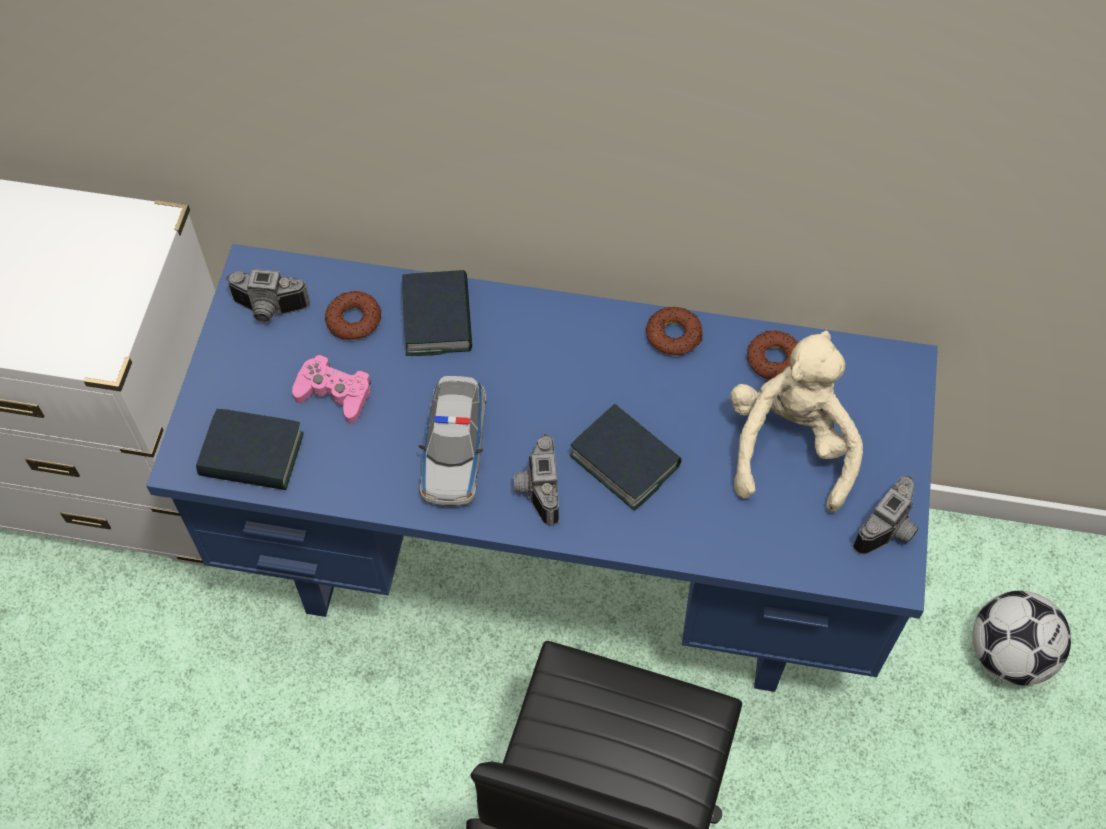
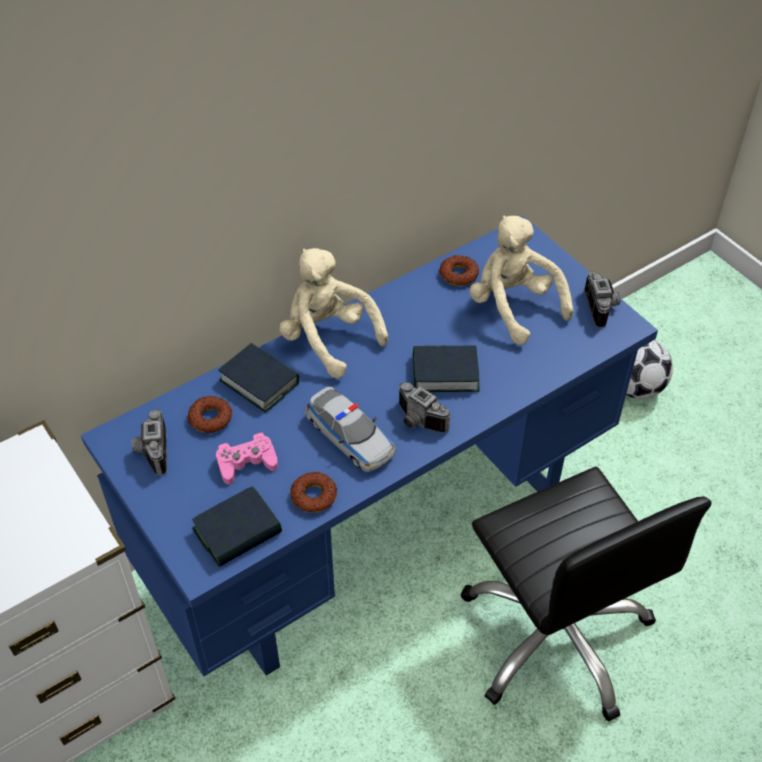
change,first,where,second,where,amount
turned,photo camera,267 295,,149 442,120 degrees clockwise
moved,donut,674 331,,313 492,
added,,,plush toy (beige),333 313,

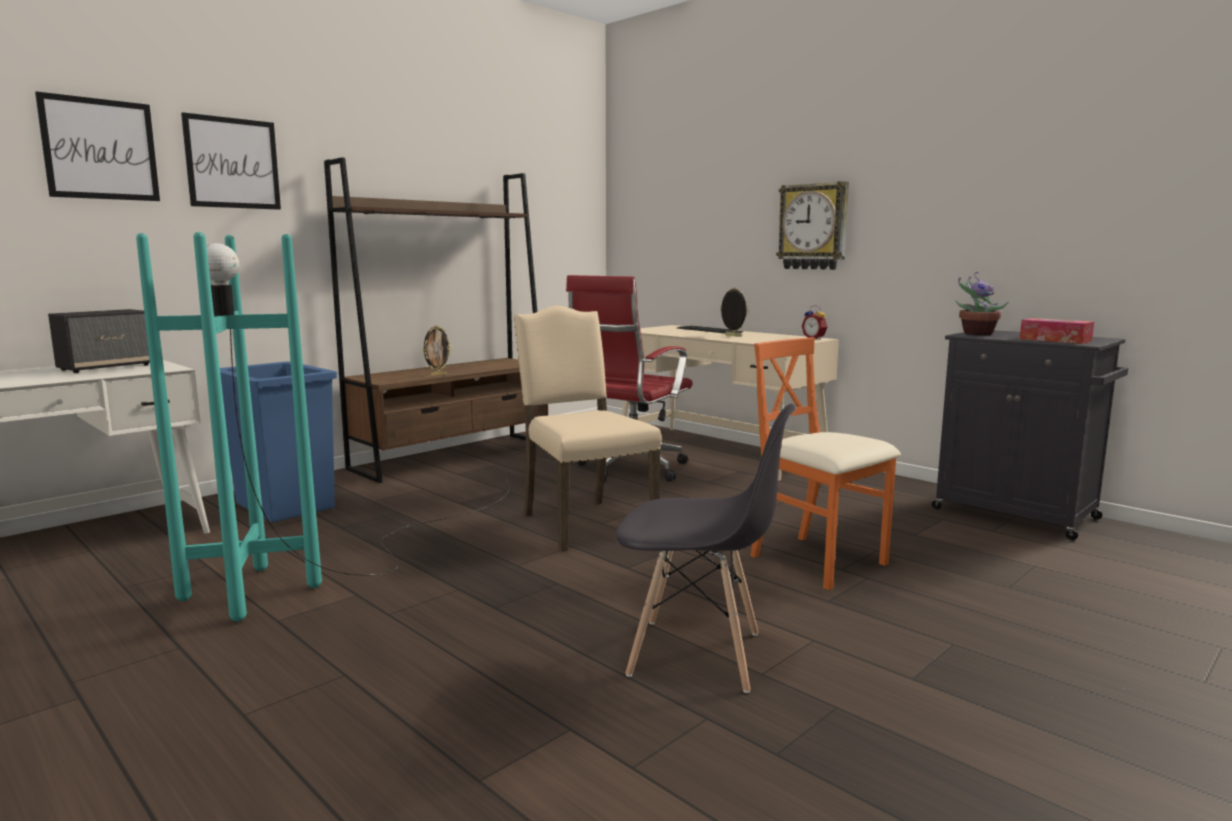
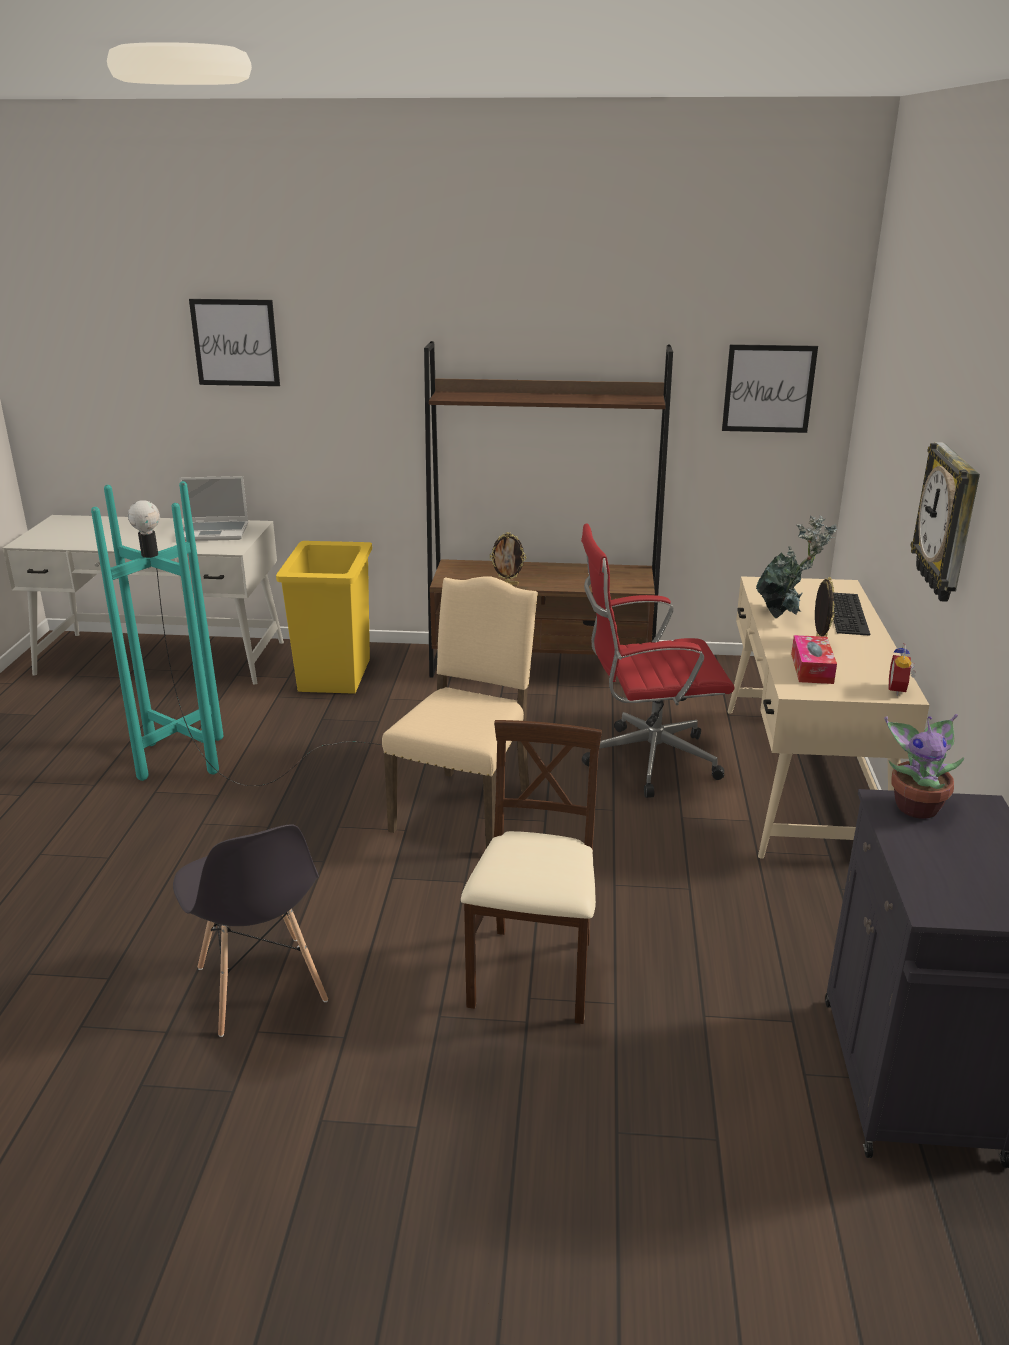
change,first,where,second,where,amount
moved,picture,231 161,,770 388,
replaced,speaker,99 341,laptop,213 508,
moved,tissue box,1057 331,,814 659,
recoloured,chair (orange),825 463,chair (beige),531 872,
recoloured,trash can (blue),278 442,trash can (yellow),324 617,
added,,,potted plant,796 566,

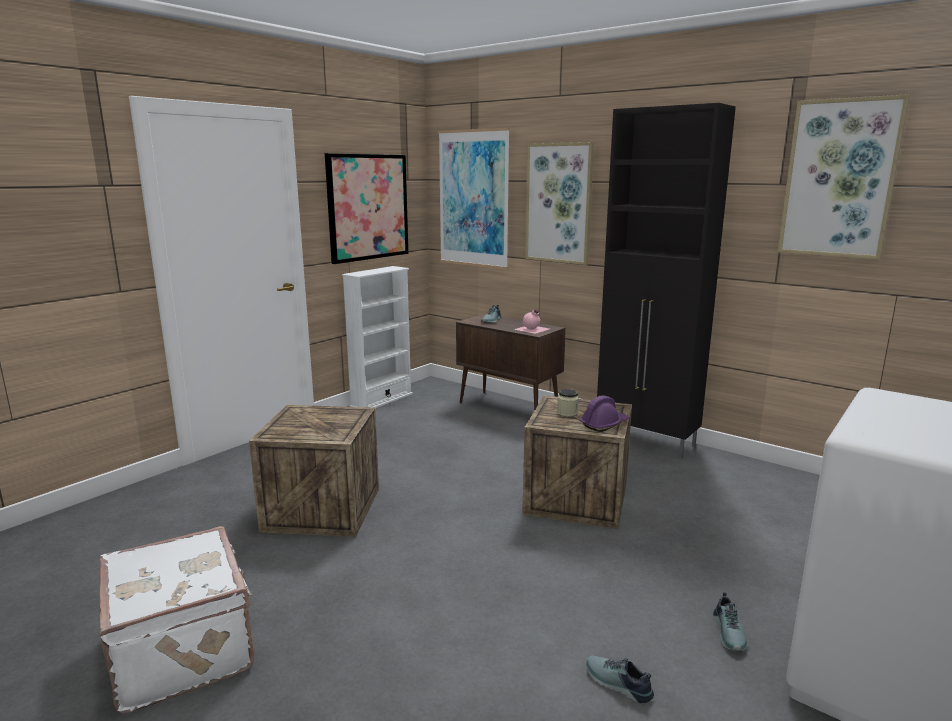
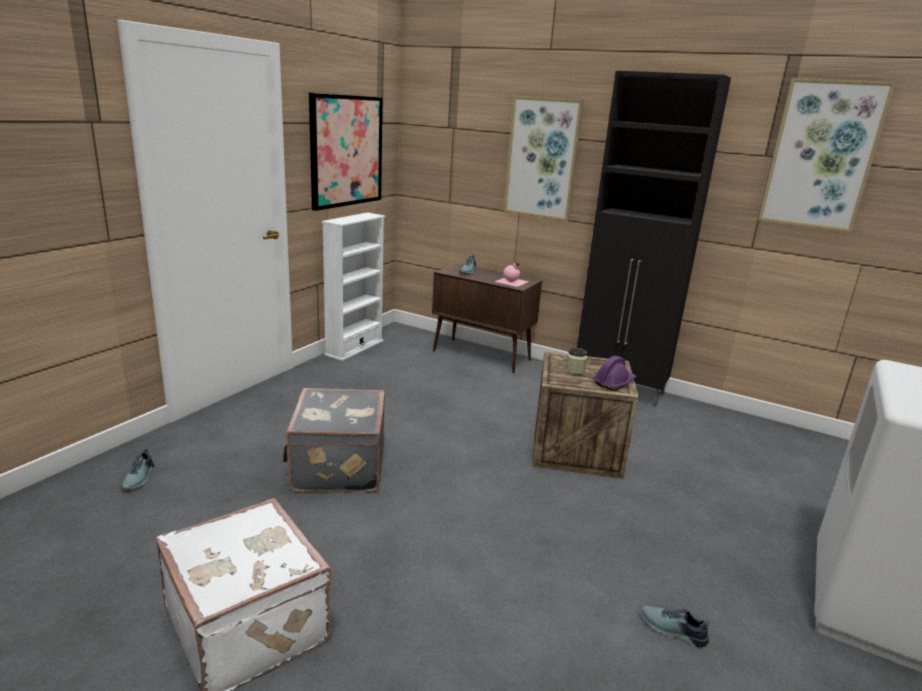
change,first,where,second,where,amount
removed,picture,474 198,,,
replaced,crate,314 471,suitcase (grey),334 440,
moved,shoe,731 621,,137 469,

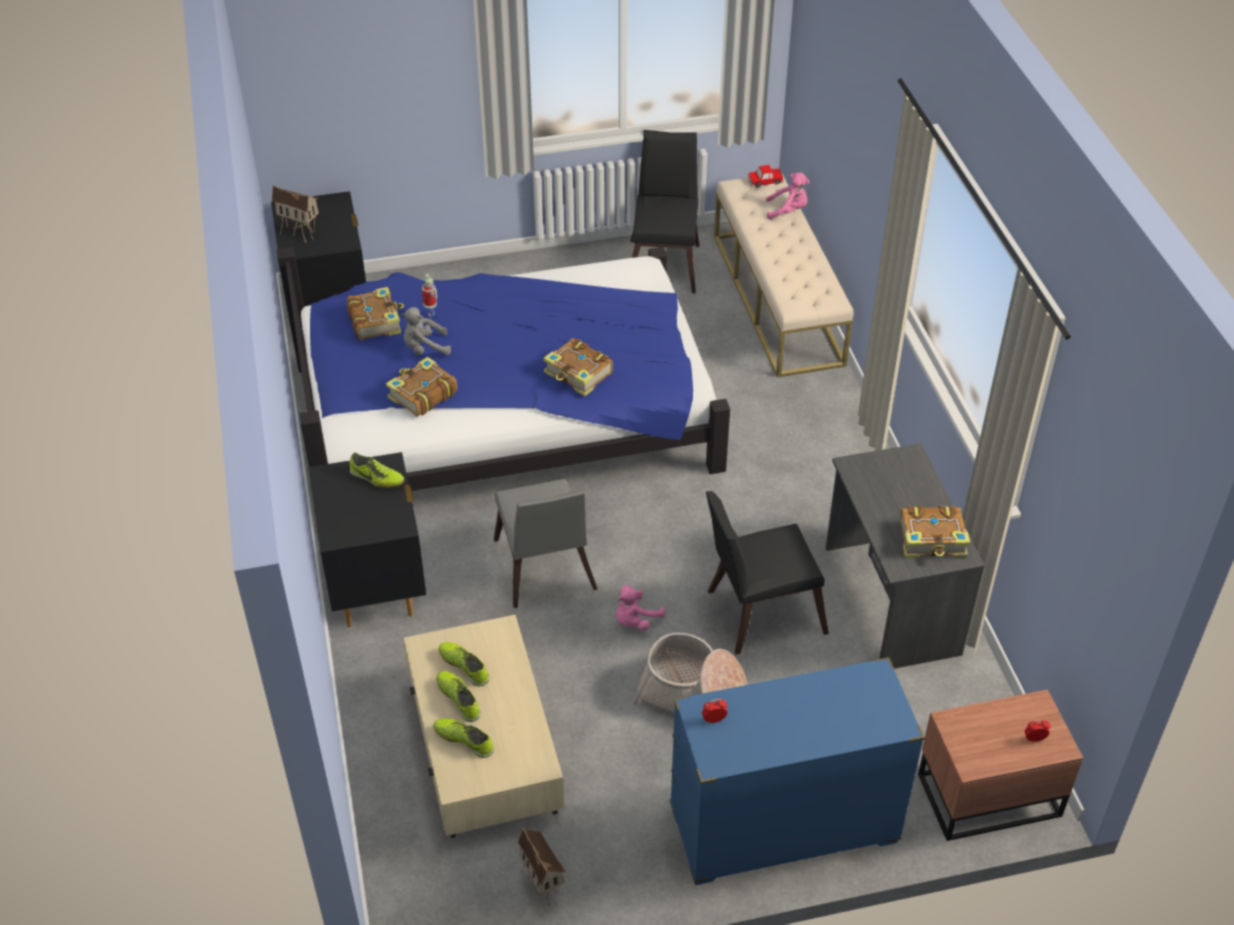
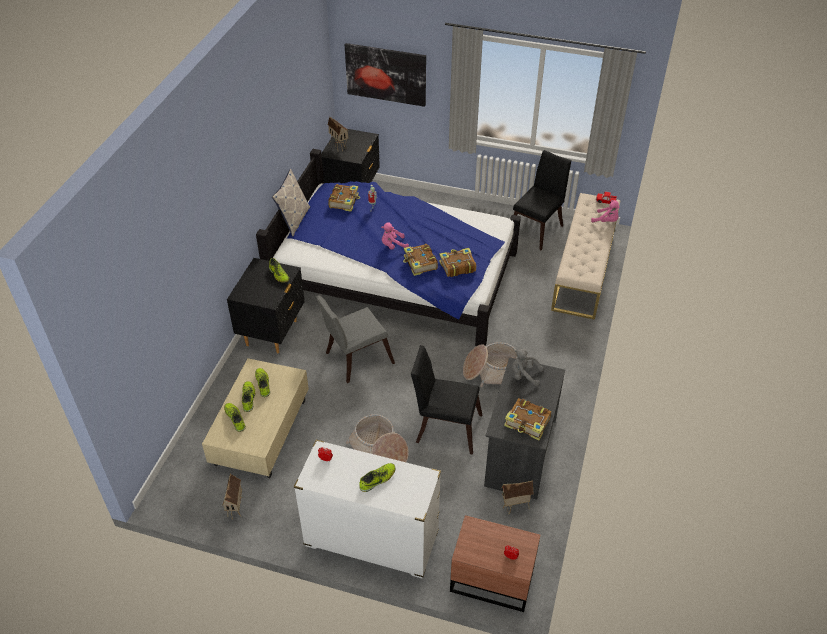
change,first,where,second,where,amount
moved,plush toy (grey),426 331,,528 367,
moved,book,421 387,,457 262,
turned,chair (grey),546 543,,355 339,45 degrees clockwise
moved,plush toy (pink),640 608,,395 236,
recoloured,dresser (blue),797 771,dresser (white),367 509,
added,,,picture,385 75,
added,,,pillow,291 203,
added,,,basket,490 364,
added,,,shoe,377 477,
added,,,toy house,517 497,

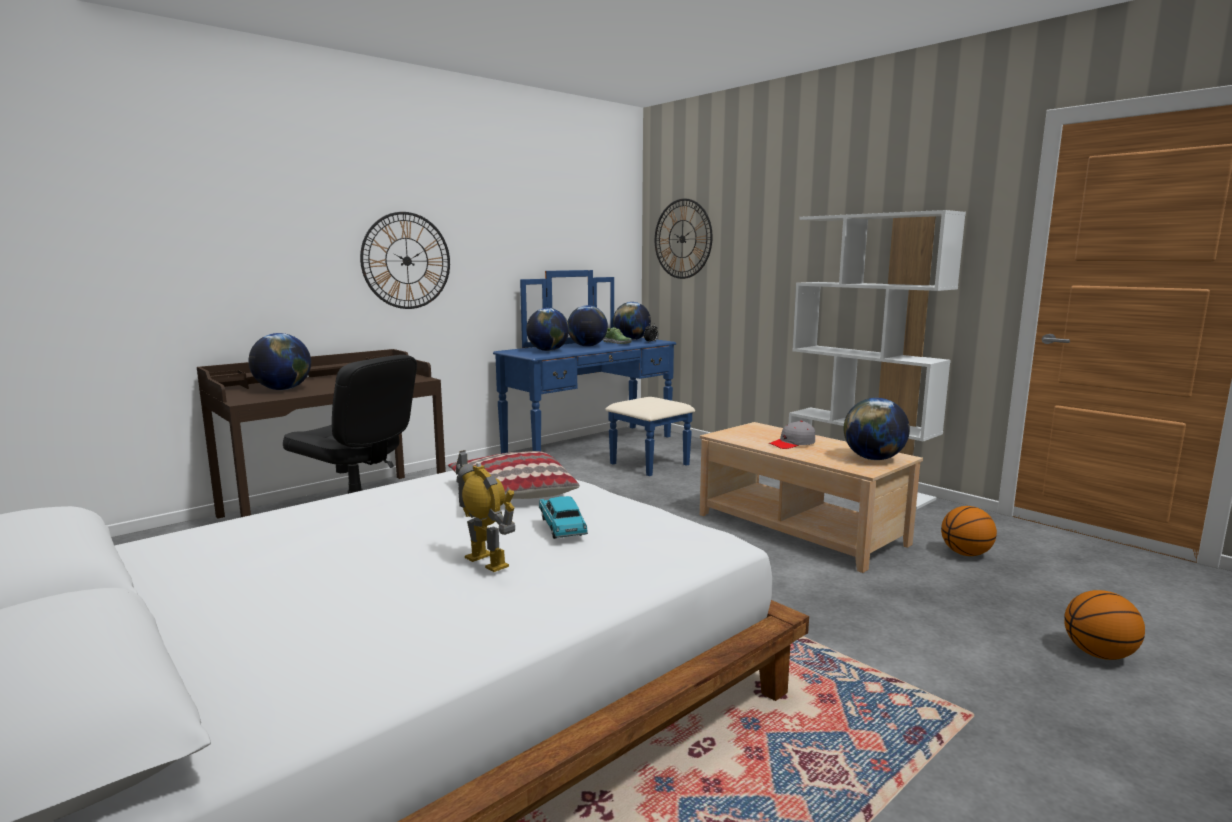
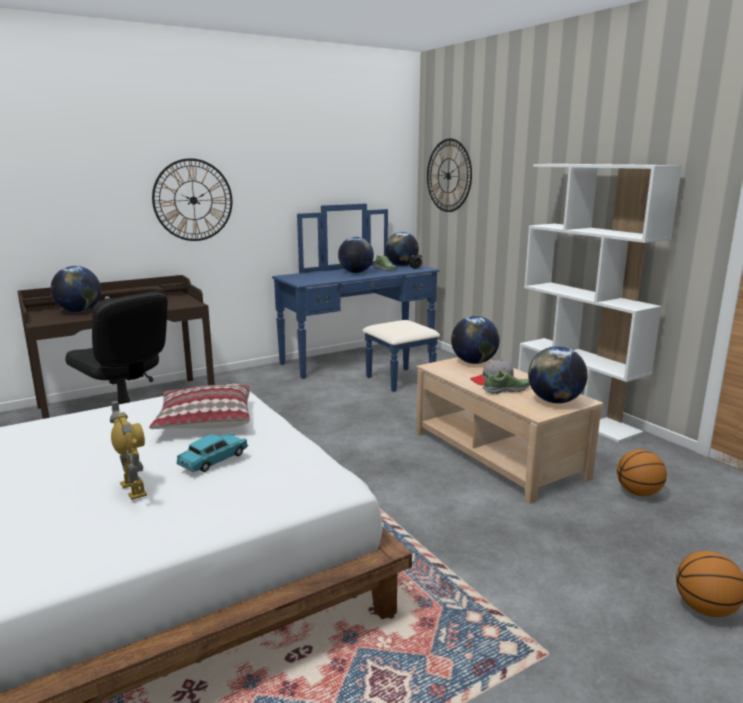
change,first,where,second,where,amount
moved,globe,547 329,,475 340,
turned,toy car (turquoise),563 517,,212 452,45 degrees clockwise
added,,,shoe,506 382,

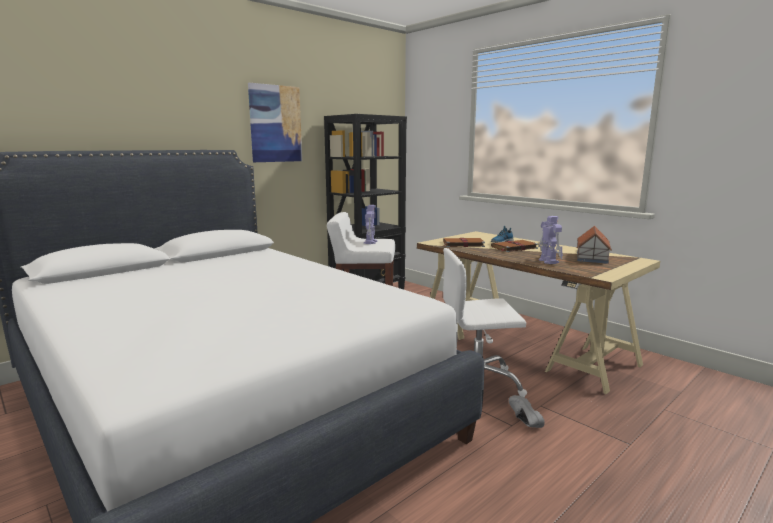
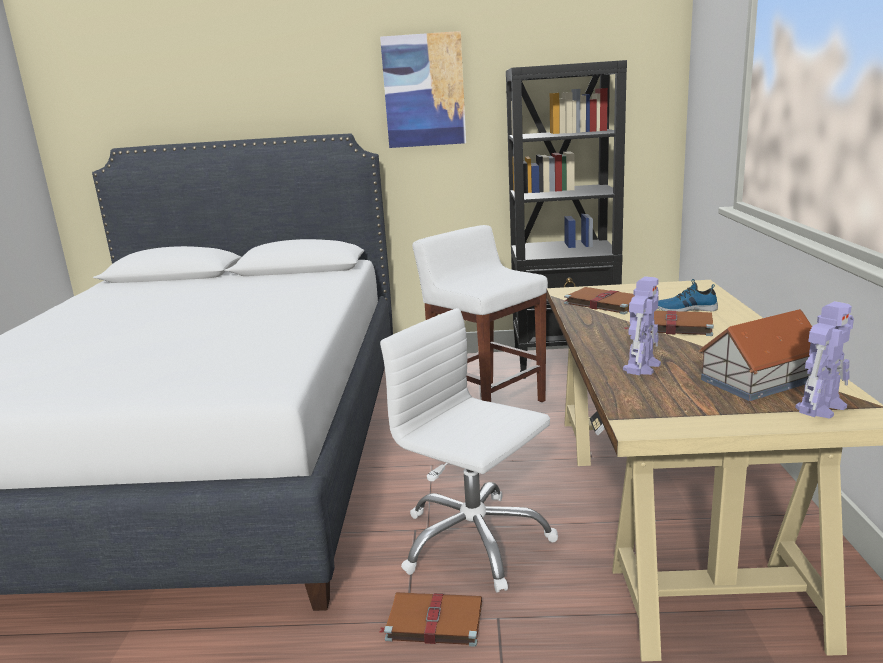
change,first,where,second,where,amount
moved,toy robot,370 224,,824 360,
replaced,shoe (grey),527 411,book (brown),430 619,

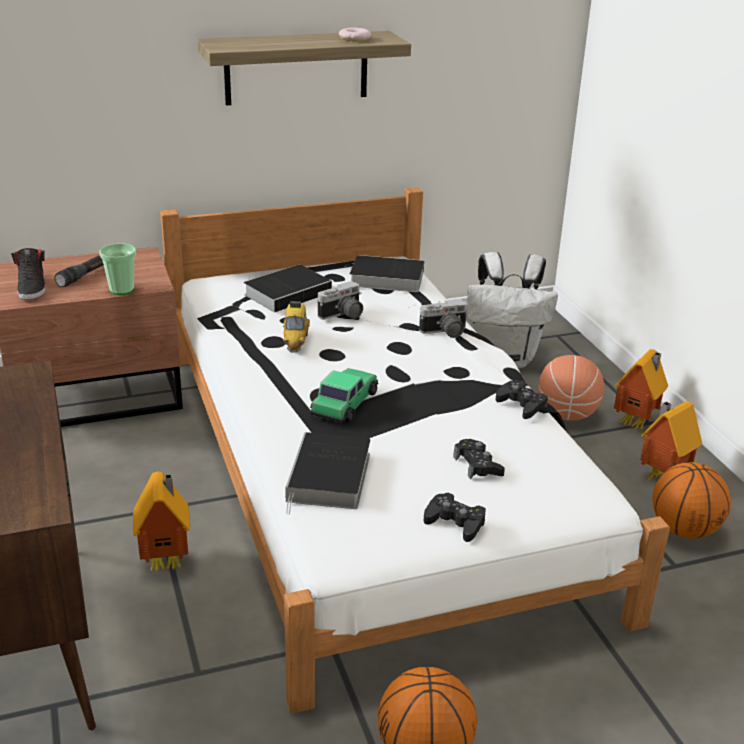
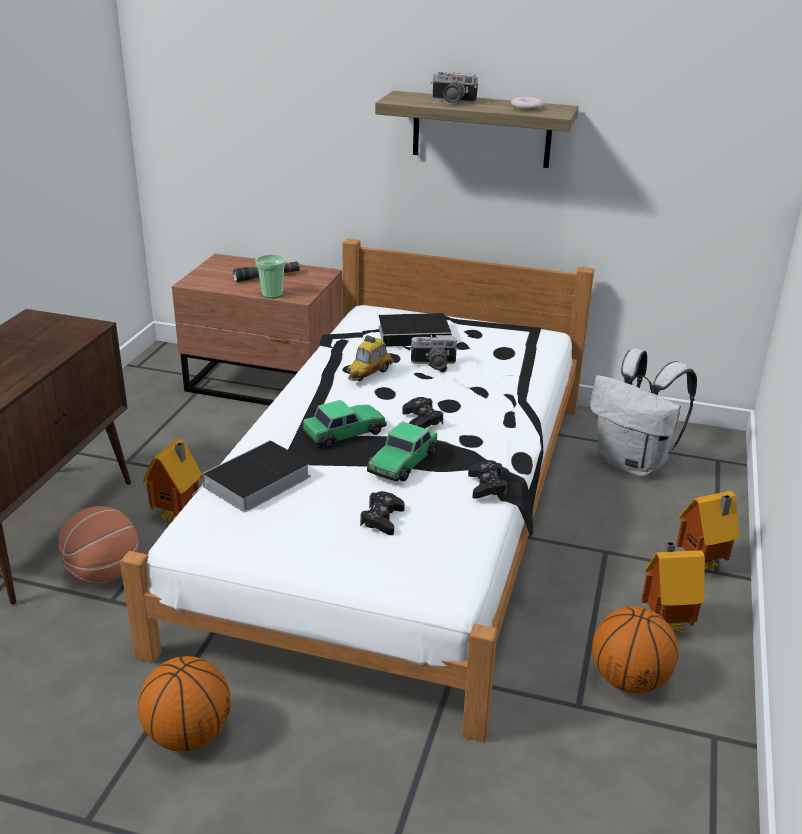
change,first,where,second,where,amount
removed,shoe (black),28 274,,,
removed,book,384 273,,,
moved,photo camera,444 318,,454 87,
moved,basketball,571 388,,98 545,
moved,game controller (black),455 517,,422 412,
added,,,toy car,403 451,

